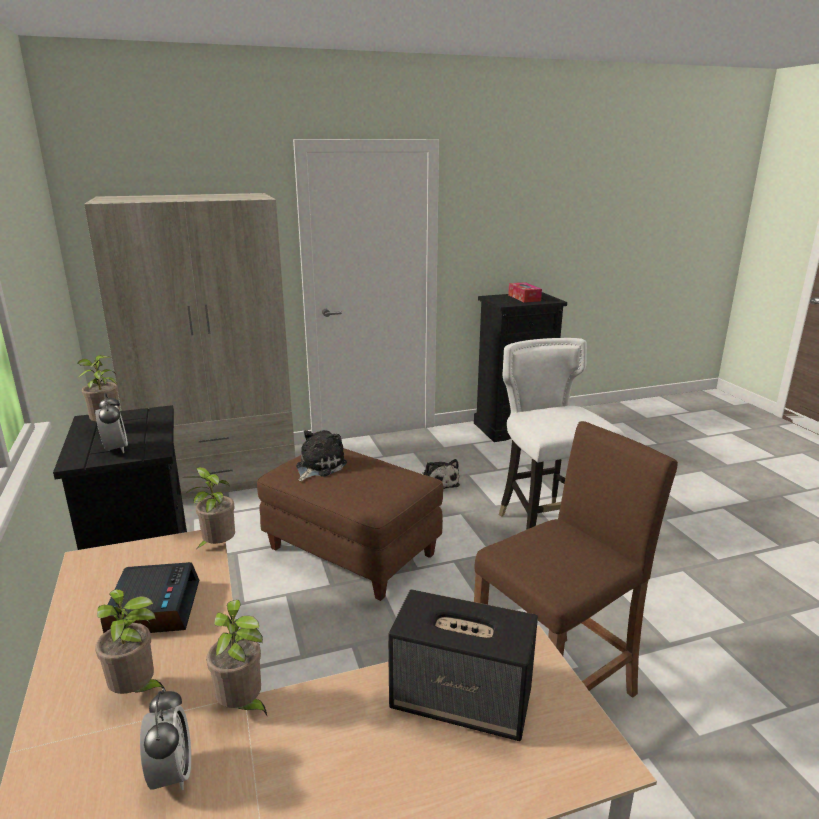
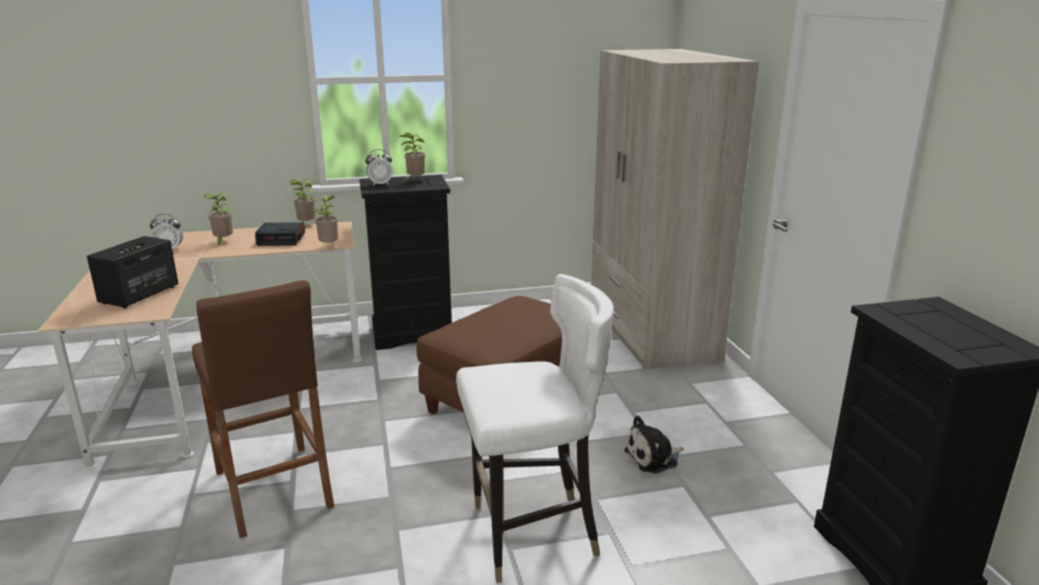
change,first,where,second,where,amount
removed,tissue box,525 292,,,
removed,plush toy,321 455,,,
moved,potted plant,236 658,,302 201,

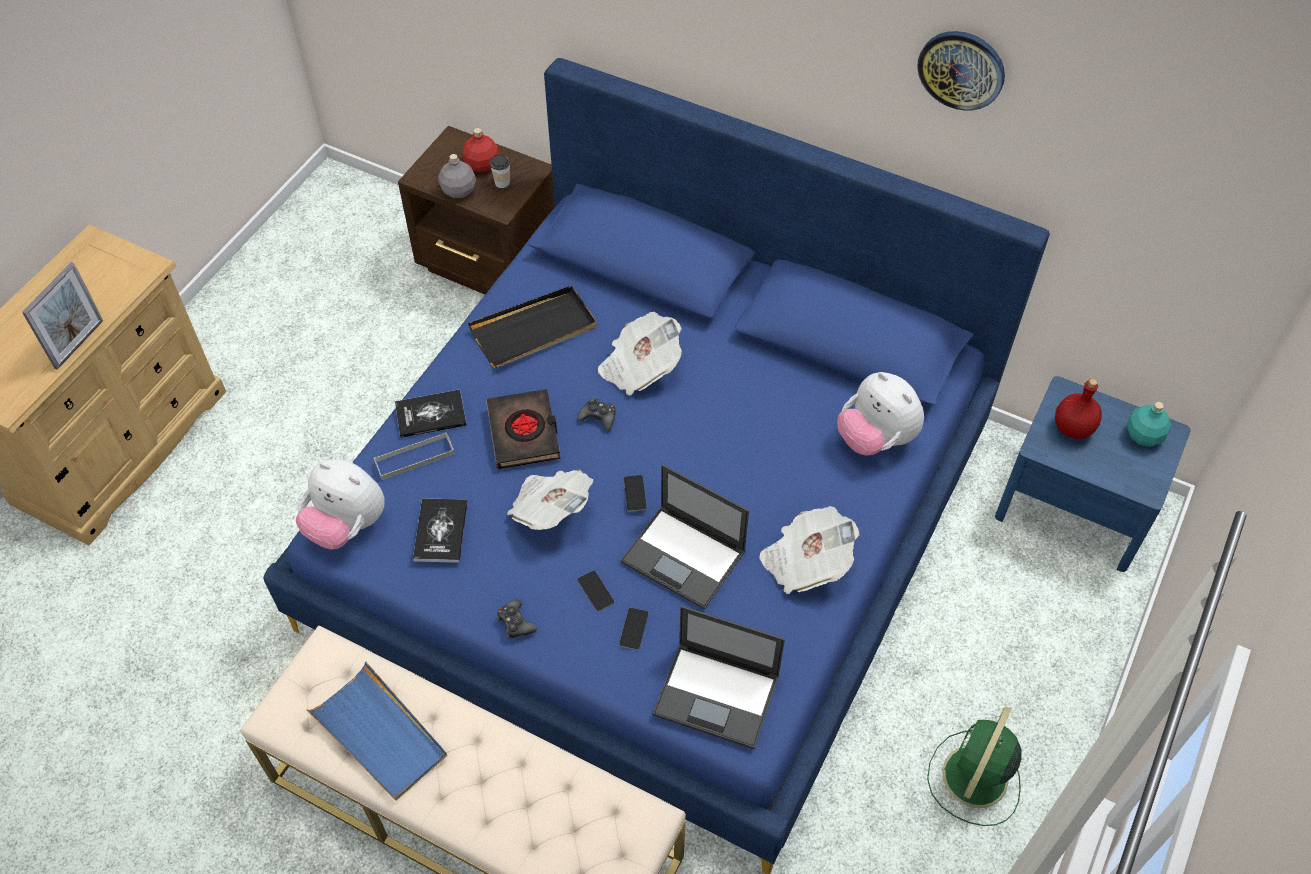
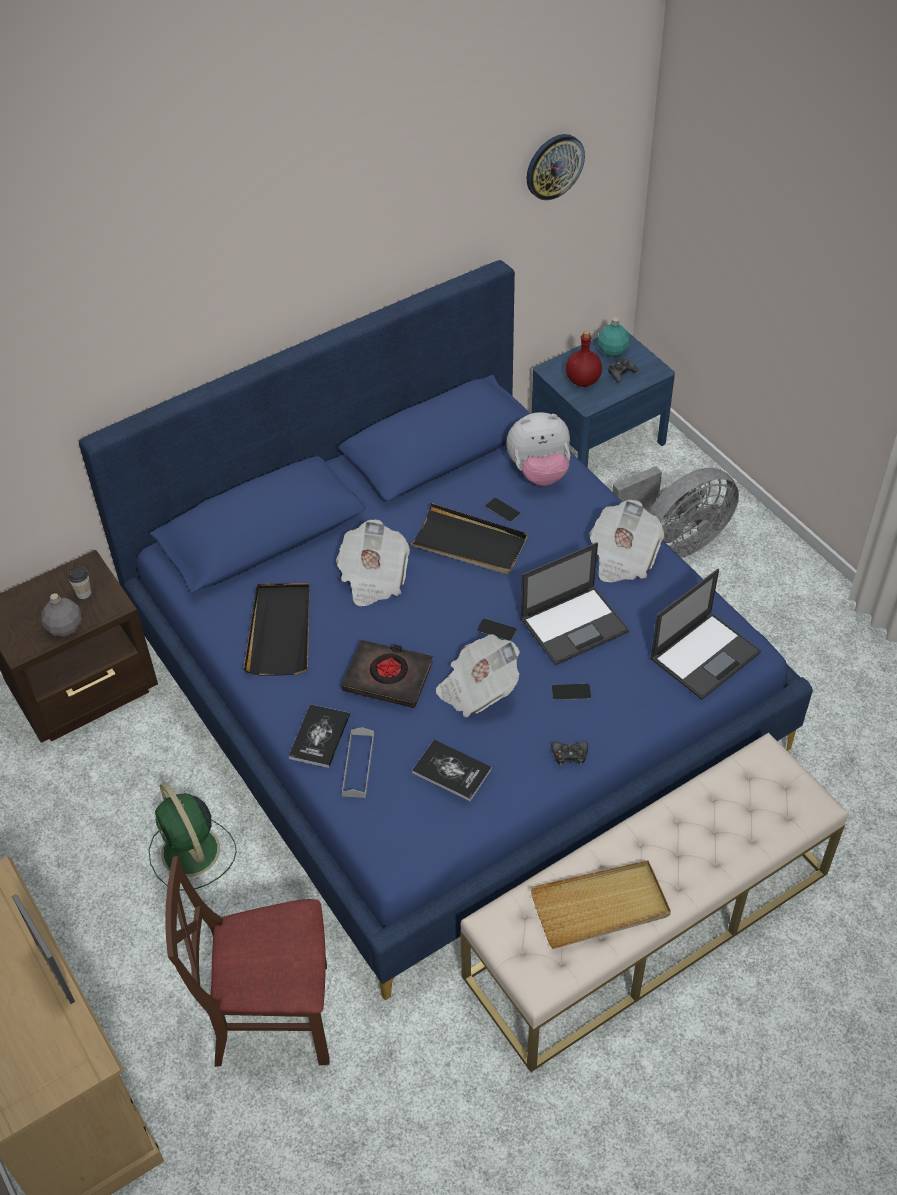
change,first,where,second,where,amount
moved,wall clock,961 71,,556 167,
removed,bottle (red),480 150,,,
moved,game controller (black),596 414,,623 370,
removed,plush toy,340 504,,,
moved,phone,634 629,,502 510,
recoloured,tray (blue),377 731,tray (beige),600 904,
moved,fan (green),974 766,,193 836,
added,,,fan (grey),675 512,
added,,,tray (black),468 539,
added,,,chair (brown),247 961,

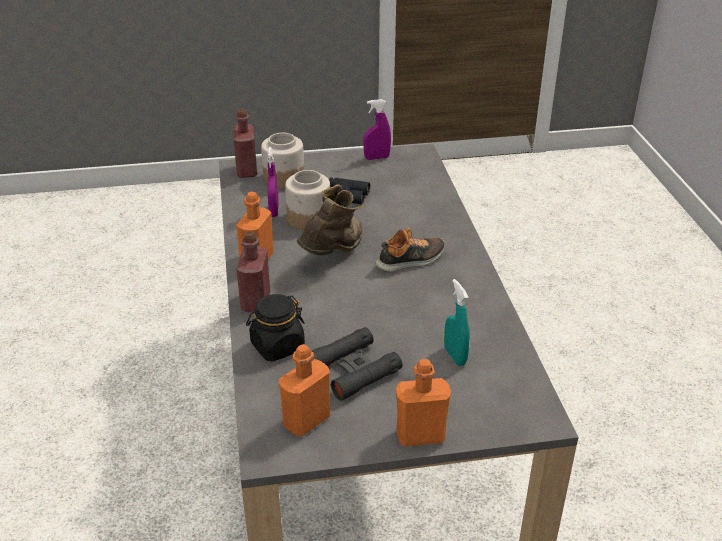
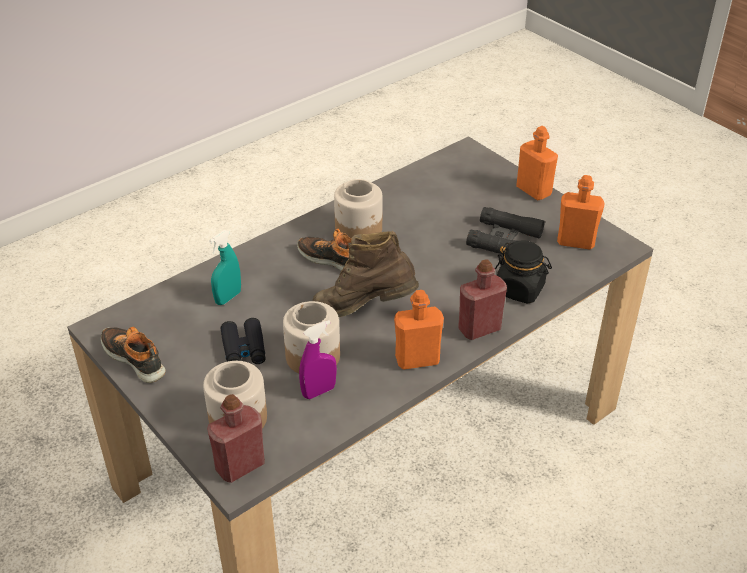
change,first,where,second,where,amount
replaced,spray bottle (purple),377 129,shoe,133 355,
moved,spray bottle (turquoise),457 322,,225 267,
added,,,jar,358 209,

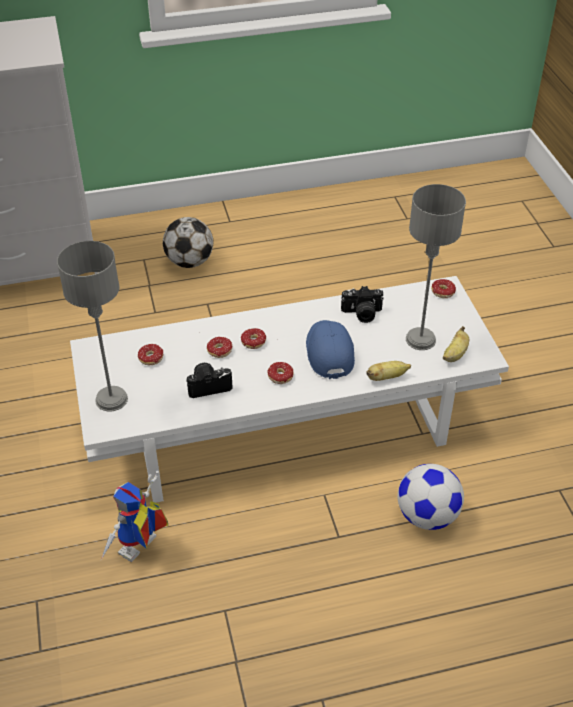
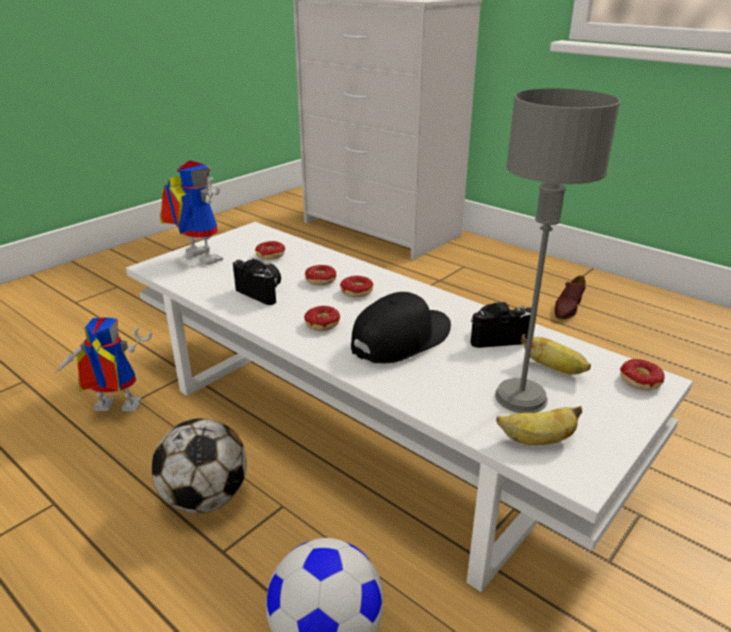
change,first,where,second,where,amount
moved,football,188 242,,199 465,
replaced,table lamp (grey),92 326,toy robot,191 212,
turned,photo camera,362 304,,504 325,120 degrees clockwise
recoloured,cap (blue),330 349,cap (black),401 328,
moved,banana,388 371,,556 354,
added,,,shoe (brown),570 297,

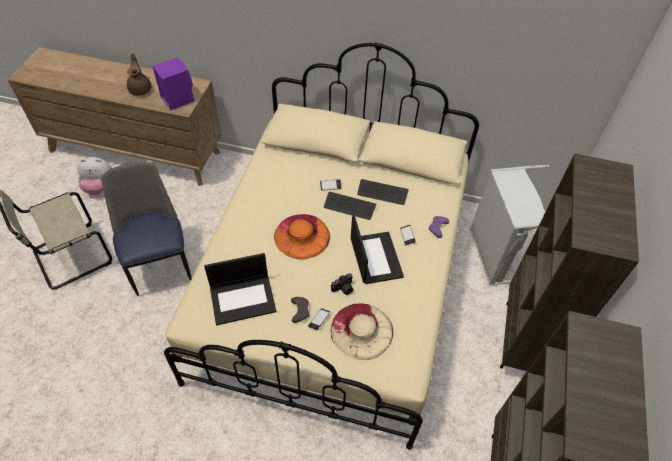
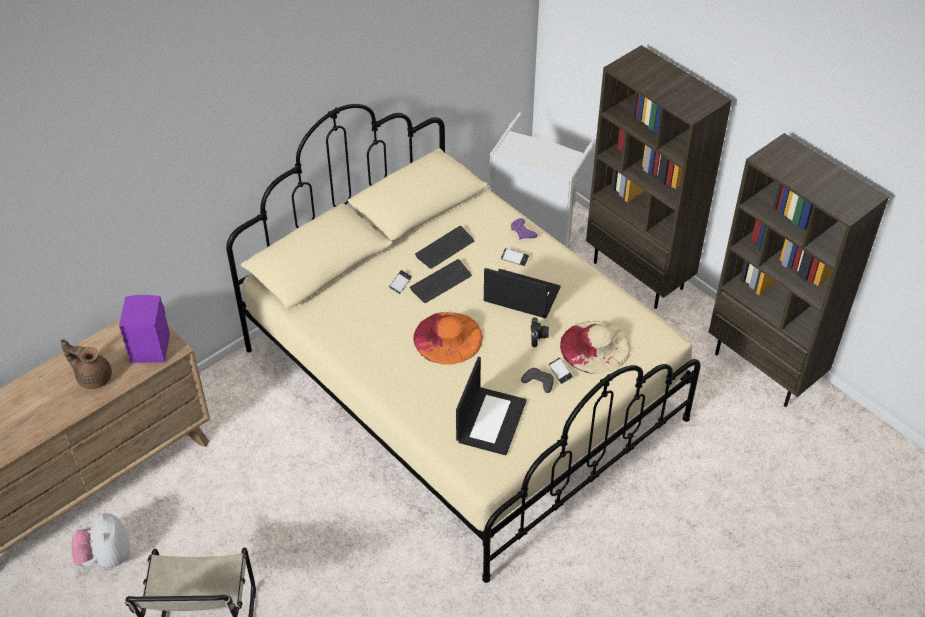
change,first,where,second,where,amount
turned,plush toy,94 176,,100 540,135 degrees clockwise
removed,chair,146 229,,,

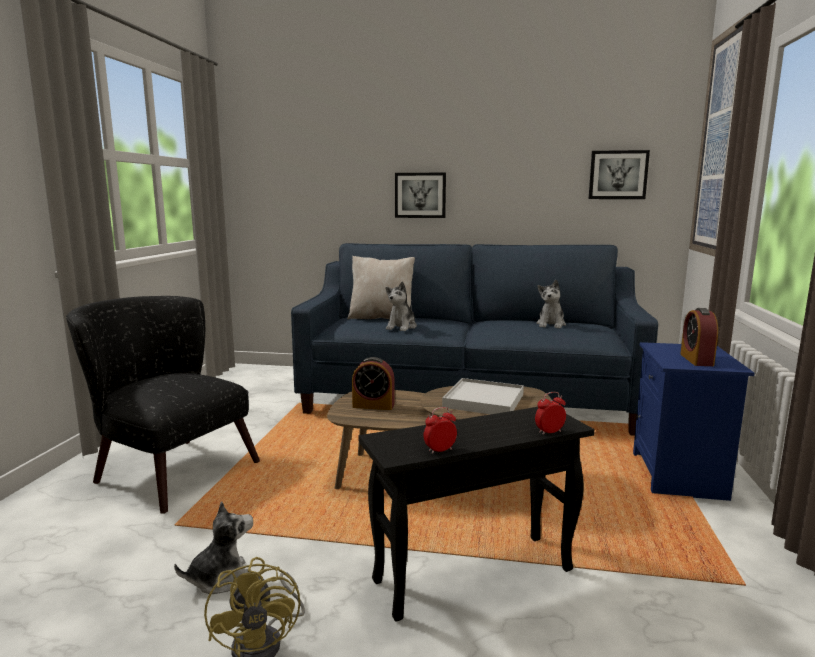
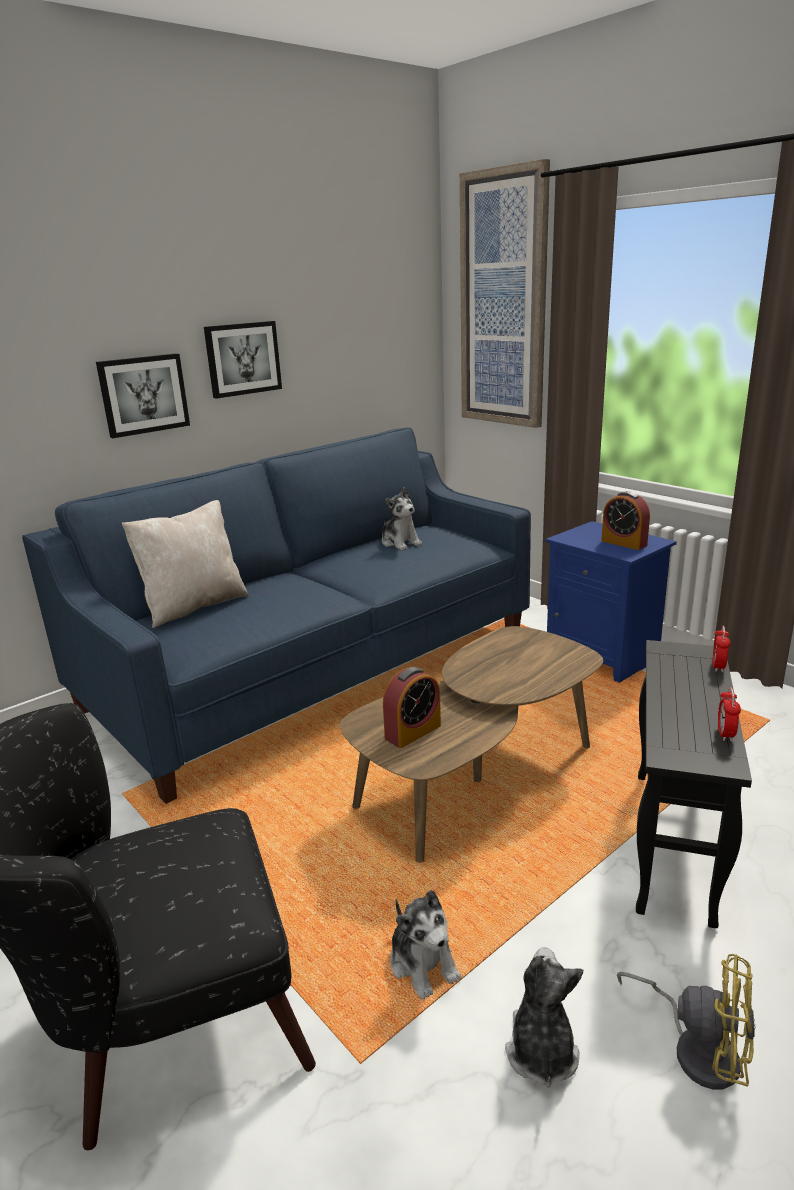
change,first,where,second,where,amount
moved,picture,619 174,,243 360,
moved,plush toy,401 306,,425 944,
removed,tray (white),483 396,,,

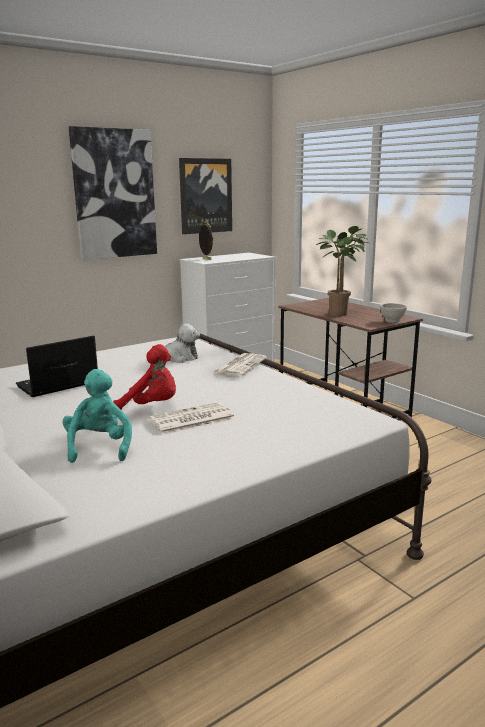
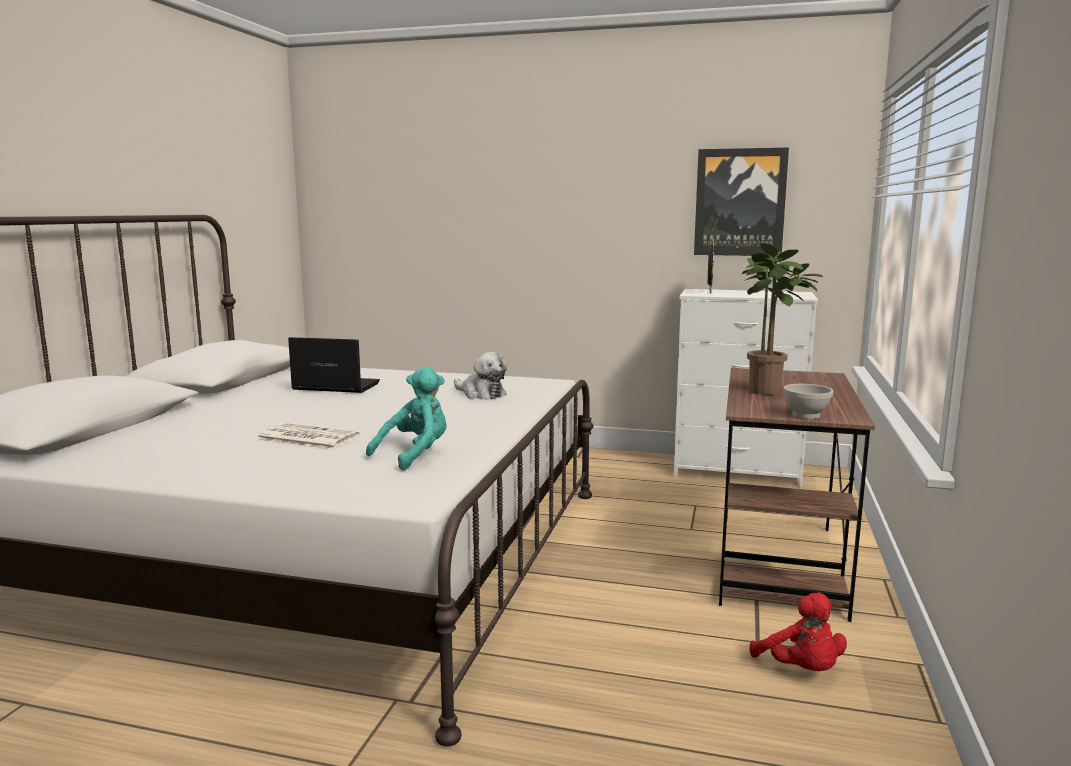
change,first,where,second,where,amount
removed,picture,113 193,,,
moved,plush toy (red),144 377,,798 632,
removed,newspaper,240 364,,,
moved,plush toy (turquoise),97 416,,406 418,

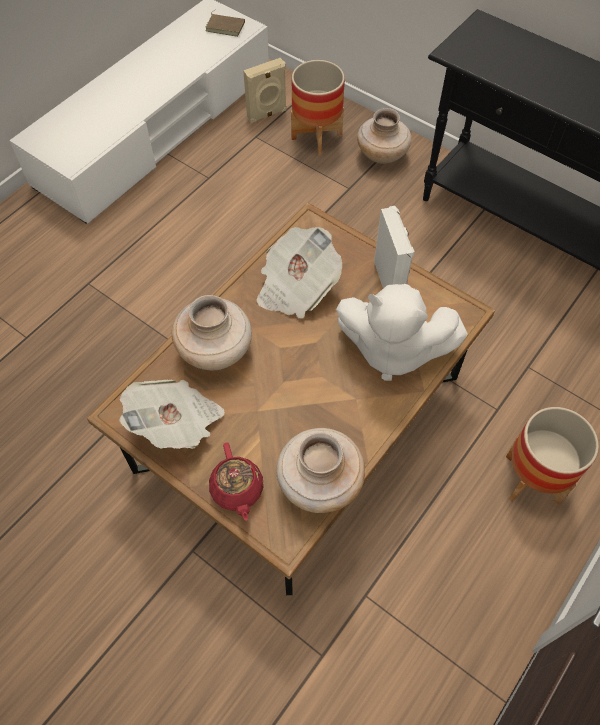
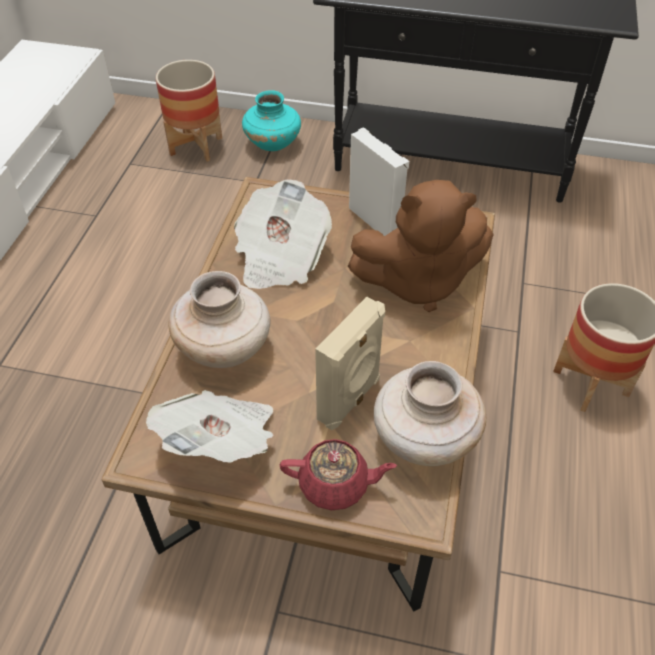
change,first,where,second,where,amount
removed,book (brown),225 23,,,
moved,speaker (beige),265 90,,350 363,
recoloured,vase (beige),384 136,vase (turquoise),271 120,
recoloured,plush toy (white),402 332,plush toy (brown),421 246,
turned,teapot (red),236 481,,338 474,45 degrees counterclockwise

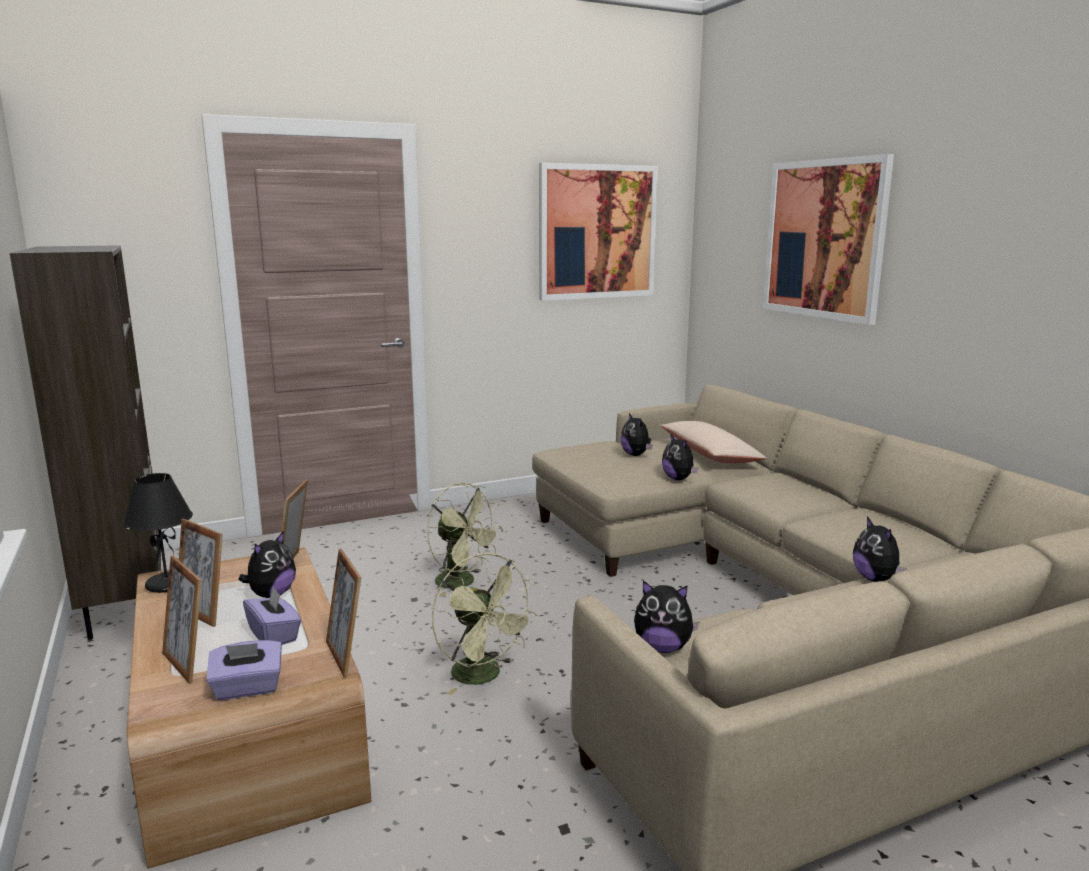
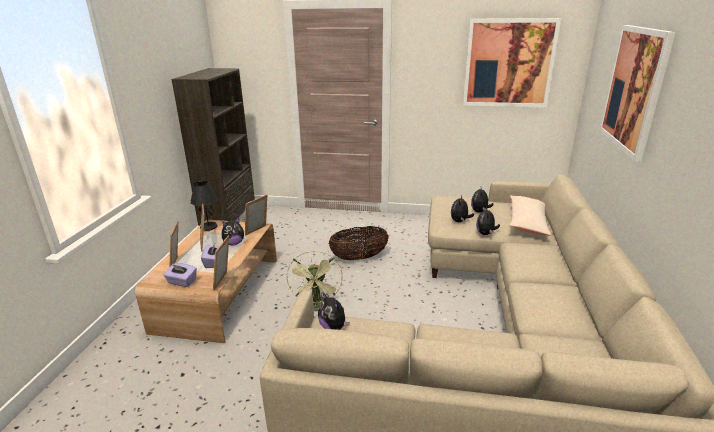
change,first,where,second,where,amount
replaced,fan (green),465 540,basket,359 243,
moved,plush toy,880 549,,462 208,

